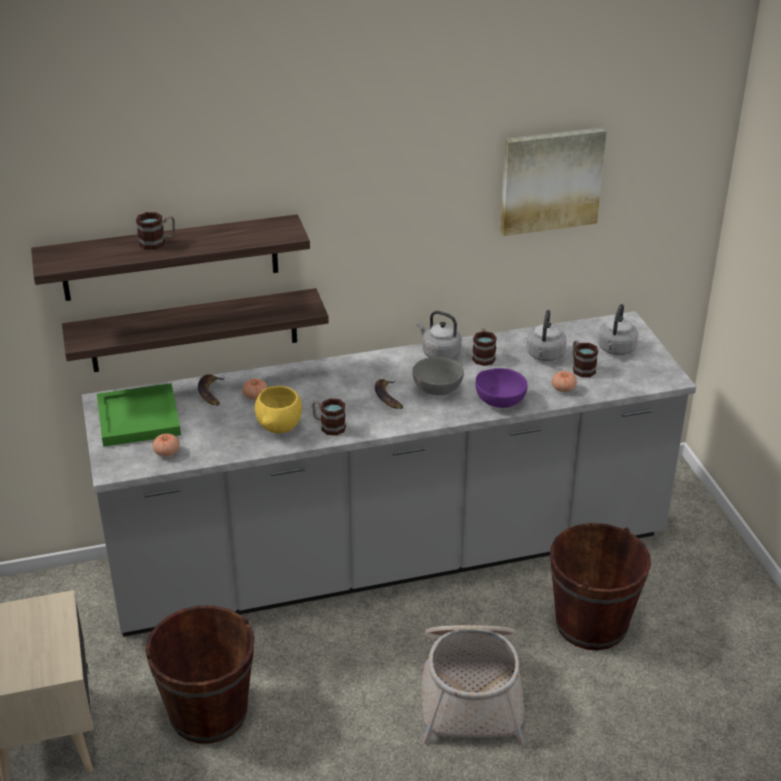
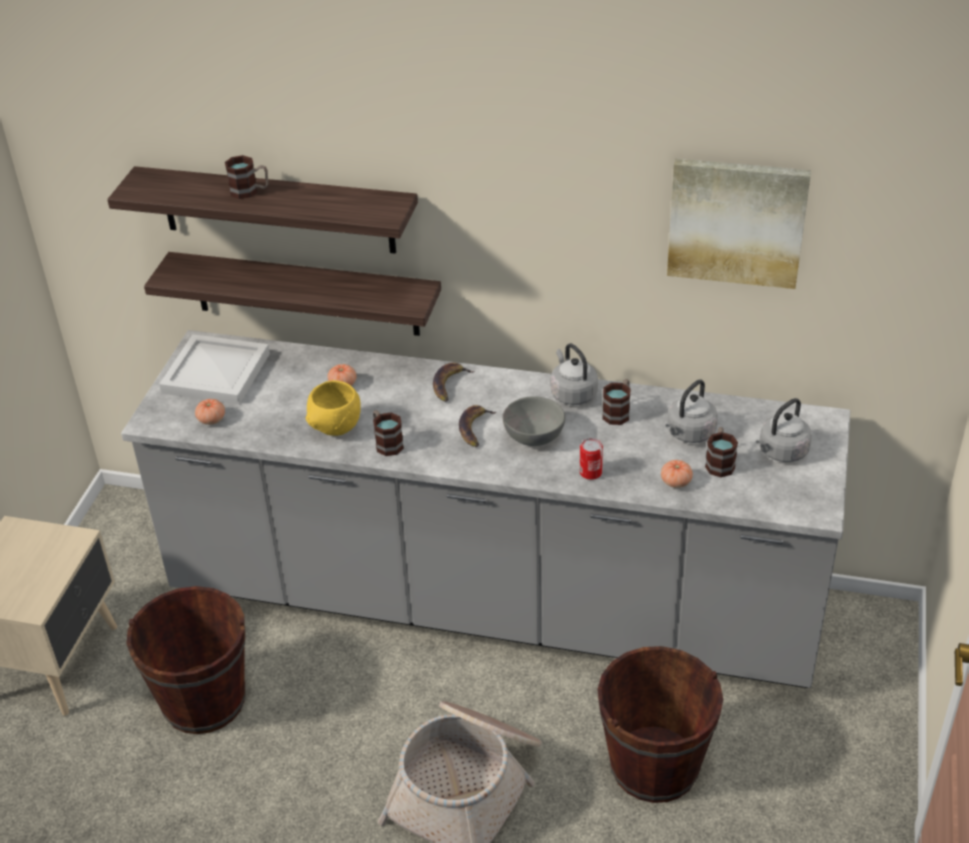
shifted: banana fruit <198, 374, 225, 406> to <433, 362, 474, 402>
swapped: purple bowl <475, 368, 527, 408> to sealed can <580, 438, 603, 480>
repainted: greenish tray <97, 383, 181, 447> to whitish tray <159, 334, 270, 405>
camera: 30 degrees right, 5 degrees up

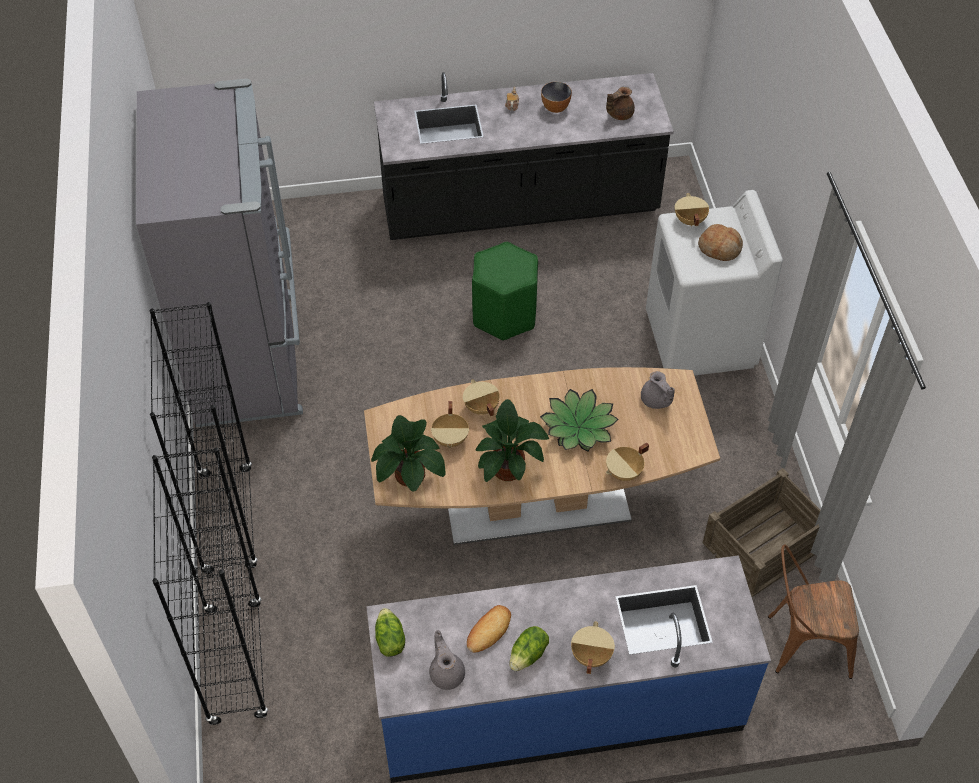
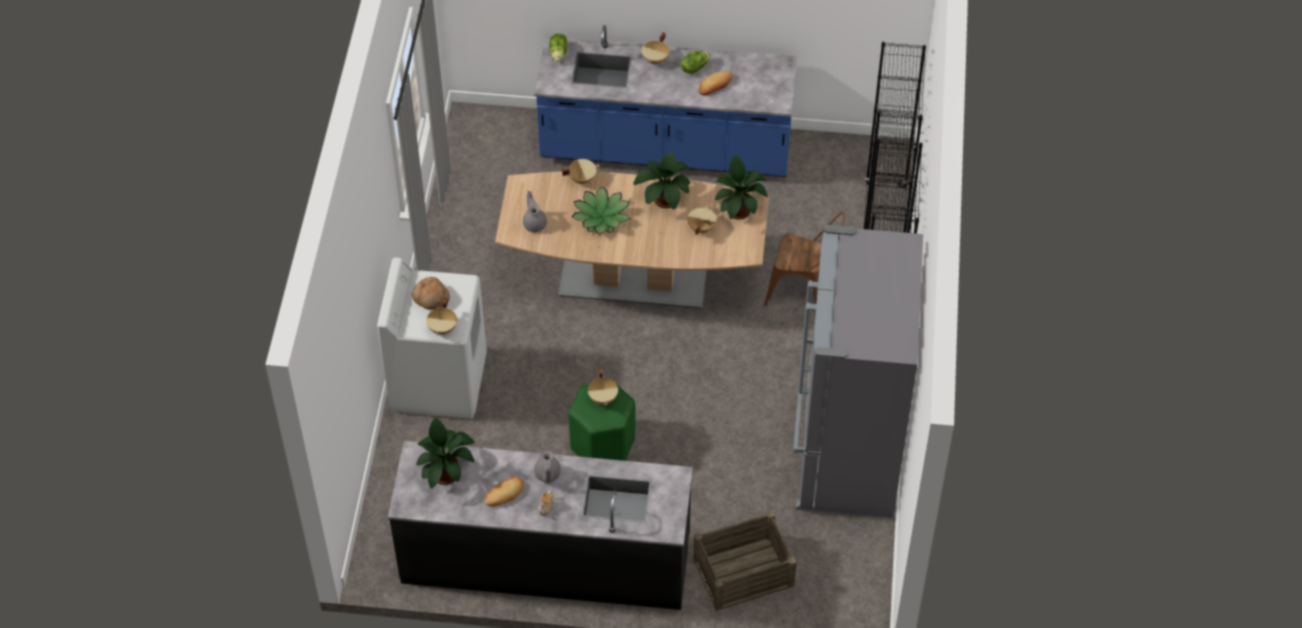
shifted: lettuce <375, 608, 405, 657> to <549, 33, 568, 62>; grey teapot <429, 630, 465, 690> to <534, 450, 561, 483>; beige-coloured cooking pot <463, 379, 500, 417> to <588, 368, 618, 405>; crate <703, 468, 820, 597> to <693, 510, 796, 611>; brown plain chair <768, 545, 859, 679> to <764, 212, 845, 306>
swapped: bowl <541, 82, 572, 113> to bakery bread <484, 477, 524, 506>; brown teapot <606, 87, 635, 120> to plant in a pot <416, 418, 475, 489>
camera: 165 degrees left, 0 degrees up

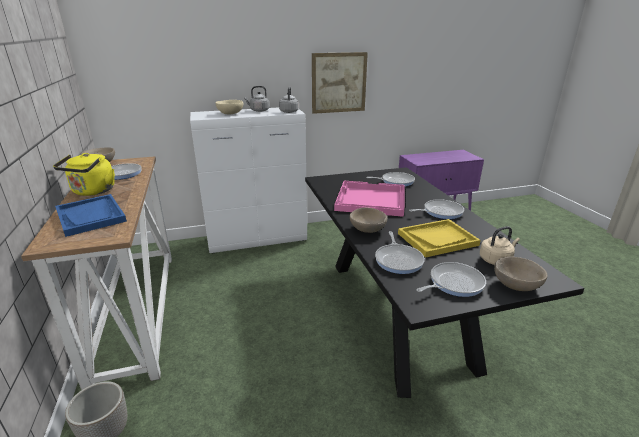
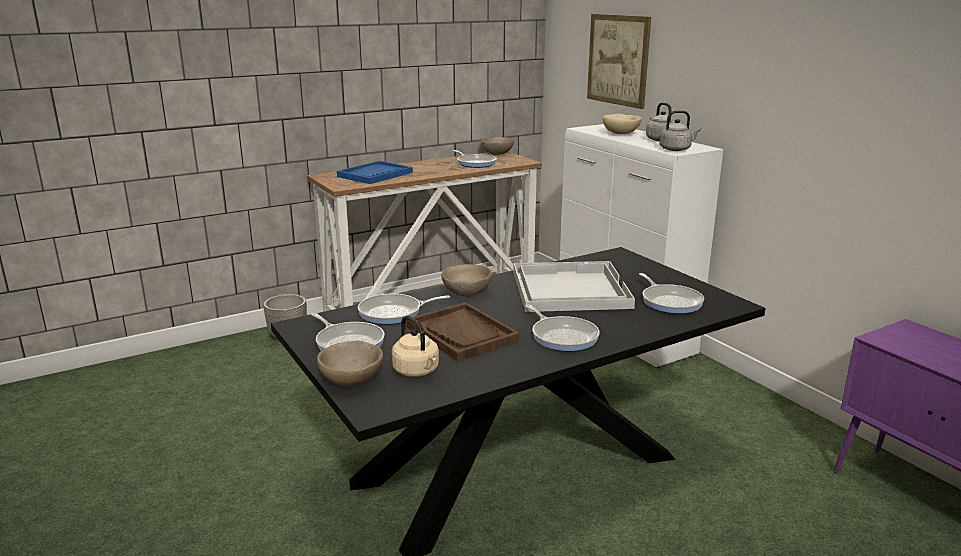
gone: yellow-coloured tea kettle <53, 153, 115, 196>
shifted: wall picture <312, 52, 368, 114> to <587, 14, 651, 109>
repainted: pink tray <334, 181, 405, 217> to whitish tray <513, 261, 635, 312>; yellow-coloured tray <398, 219, 481, 258> to brown tray <406, 302, 520, 362>
camera: 75 degrees right, 5 degrees down

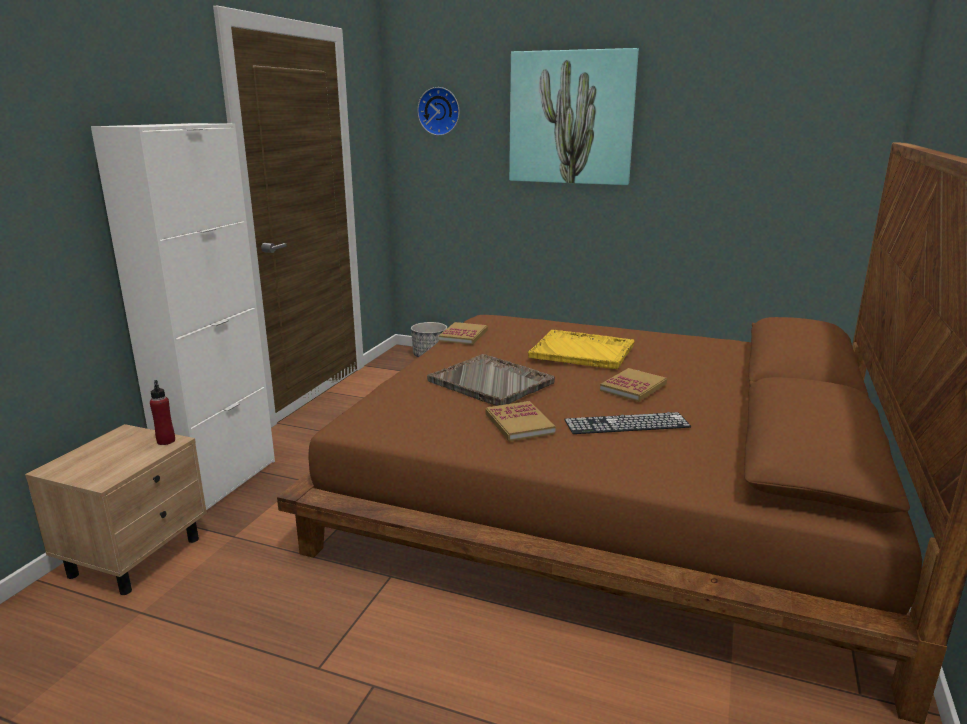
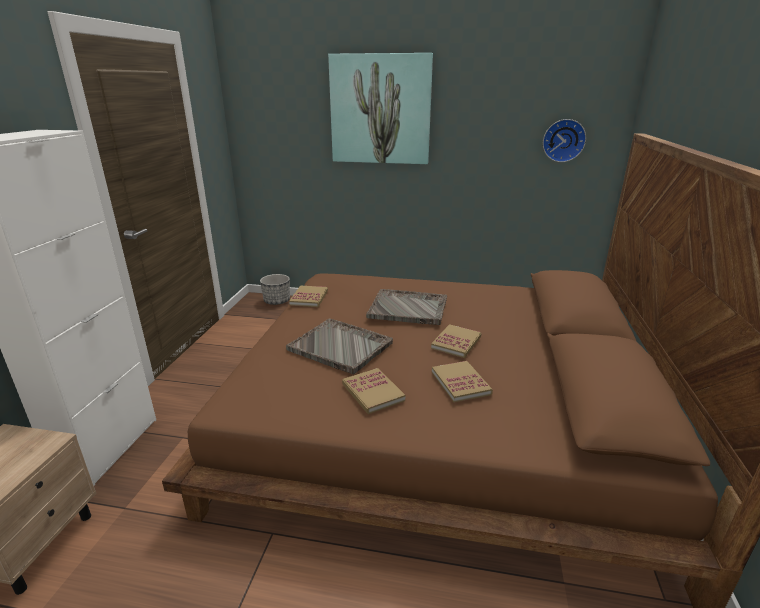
gone: red bottle <150, 380, 175, 445>
shifted: wall clock <417, 87, 460, 136> to <543, 119, 586, 162>
swapped: keyboard <564, 412, 691, 434> to book <432, 361, 493, 403>
repainted: yellow-coloured tray <528, 330, 635, 369> to grey tray <366, 289, 447, 325>
camera: 10 degrees left, 5 degrees up

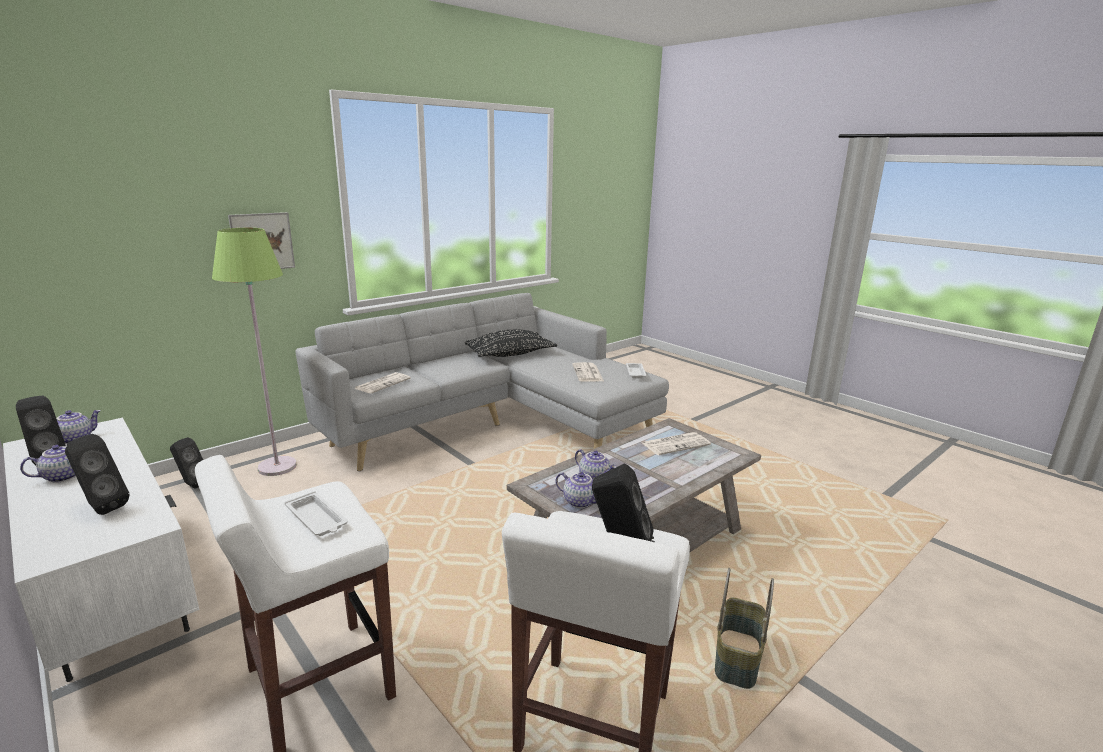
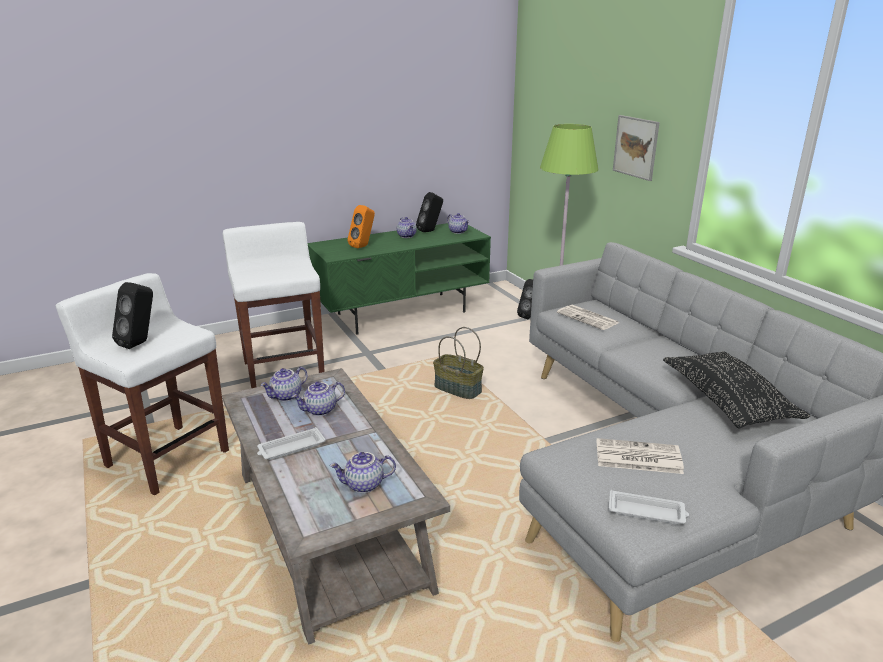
shifted: whitish tray <285, 491, 348, 536> to <257, 427, 326, 460>; storage basket <715, 568, 774, 689> to <433, 327, 484, 399>
swapped: newspaper <642, 432, 711, 455> to teapot <330, 452, 396, 493>
repainted: whitish tv stand <3, 418, 199, 682> to greenish tv stand <308, 223, 491, 334>; black audio speaker <65, 434, 129, 515> to orange-coloured audio speaker <348, 205, 375, 248>
camera: 105 degrees right, 5 degrees up

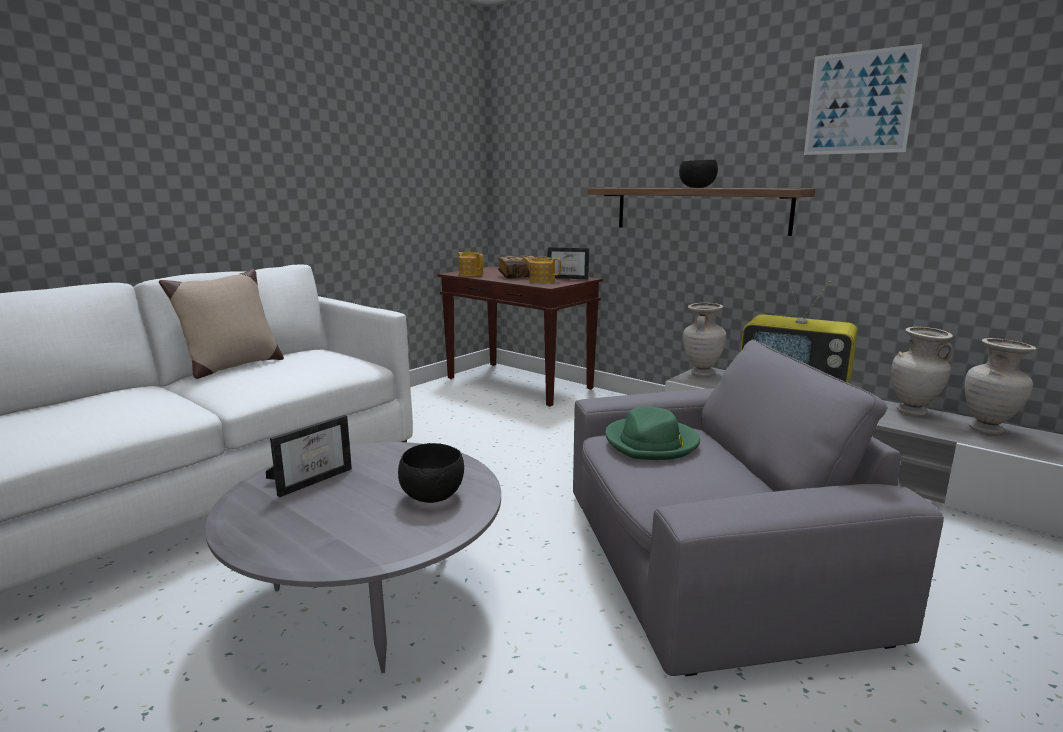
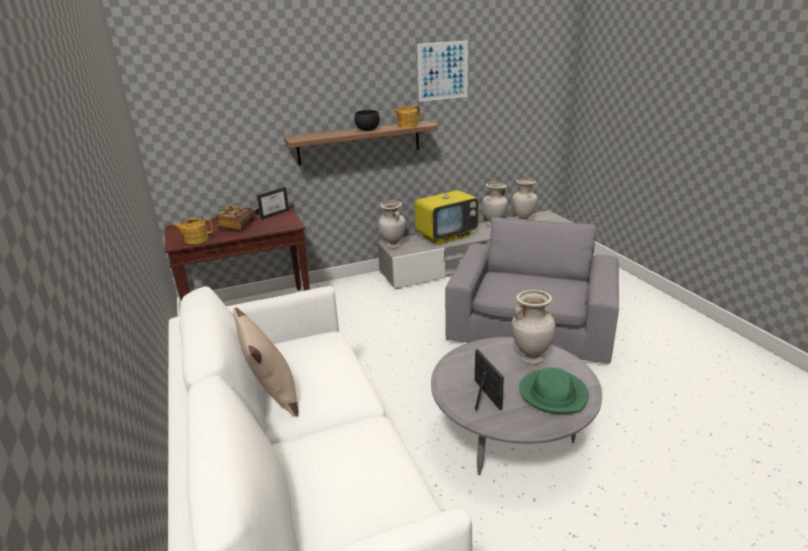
shifted: teapot <522, 257, 561, 283> to <394, 105, 420, 128>; greenish clothing hat <605, 406, 700, 460> to <519, 368, 589, 414>
swapped: black bowl <398, 443, 464, 503> to beige-coloured vase <512, 290, 555, 364>
camera: 60 degrees left, 10 degrees up

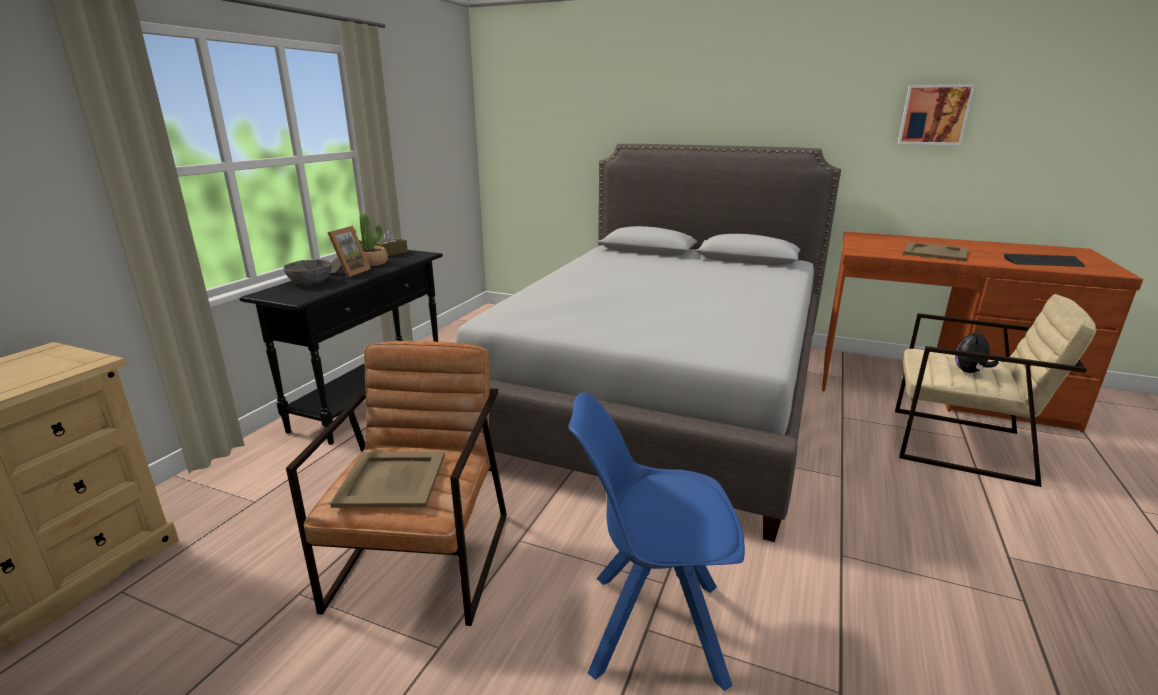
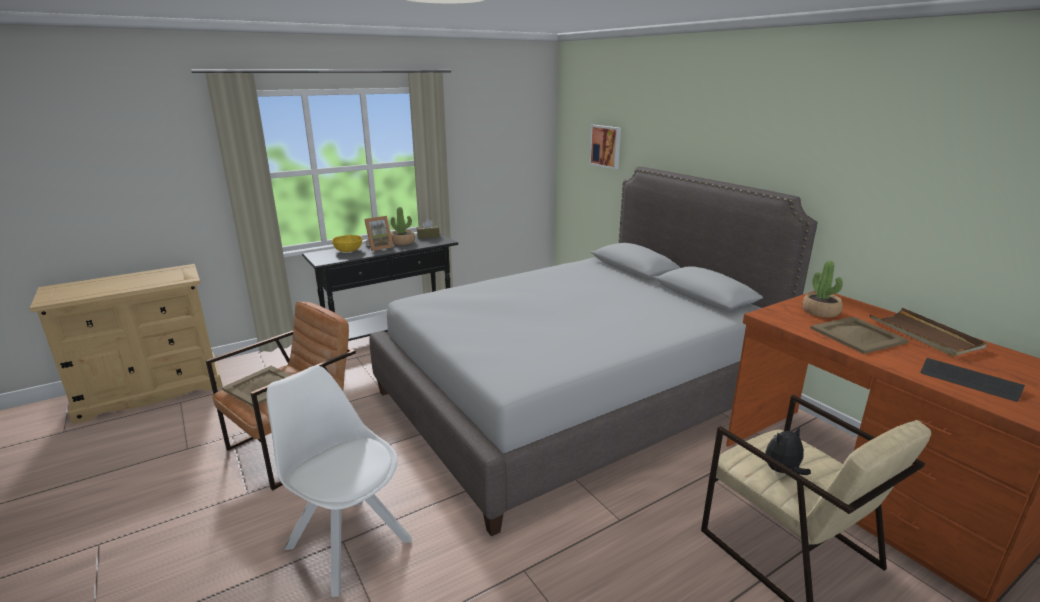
new: plant in a pot <802, 261, 843, 318>; brown tray <870, 308, 987, 356>
shifted: wall picture <898, 84, 975, 145> to <589, 125, 621, 169>
repainted: grey bowl <283, 259, 332, 285> to yellow-coloured bowl <332, 235, 363, 252>; blue-coloured plain chair <568, 393, 745, 691> to whitish plain chair <267, 366, 412, 597>
camera: 35 degrees right, 0 degrees up

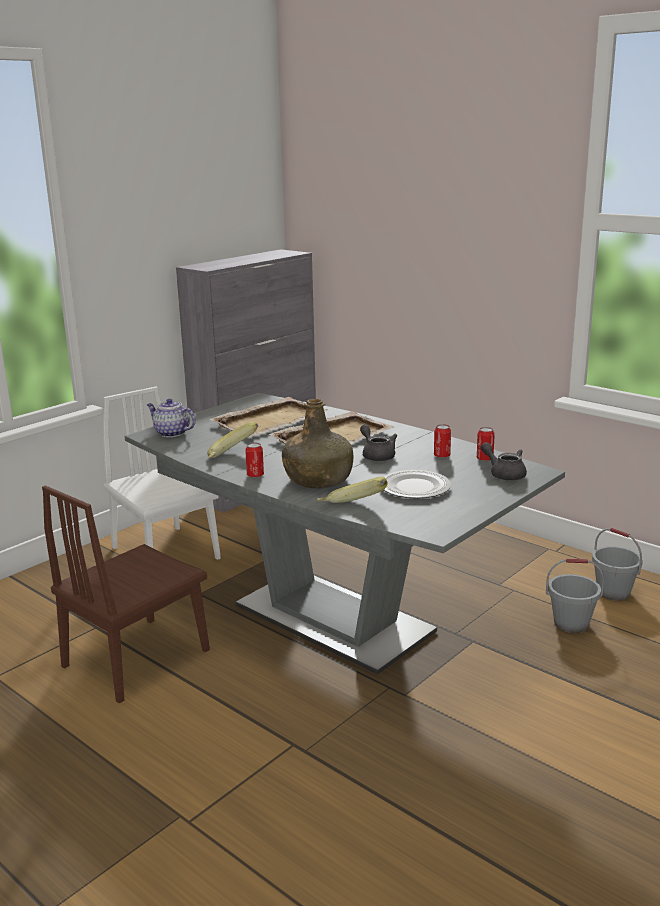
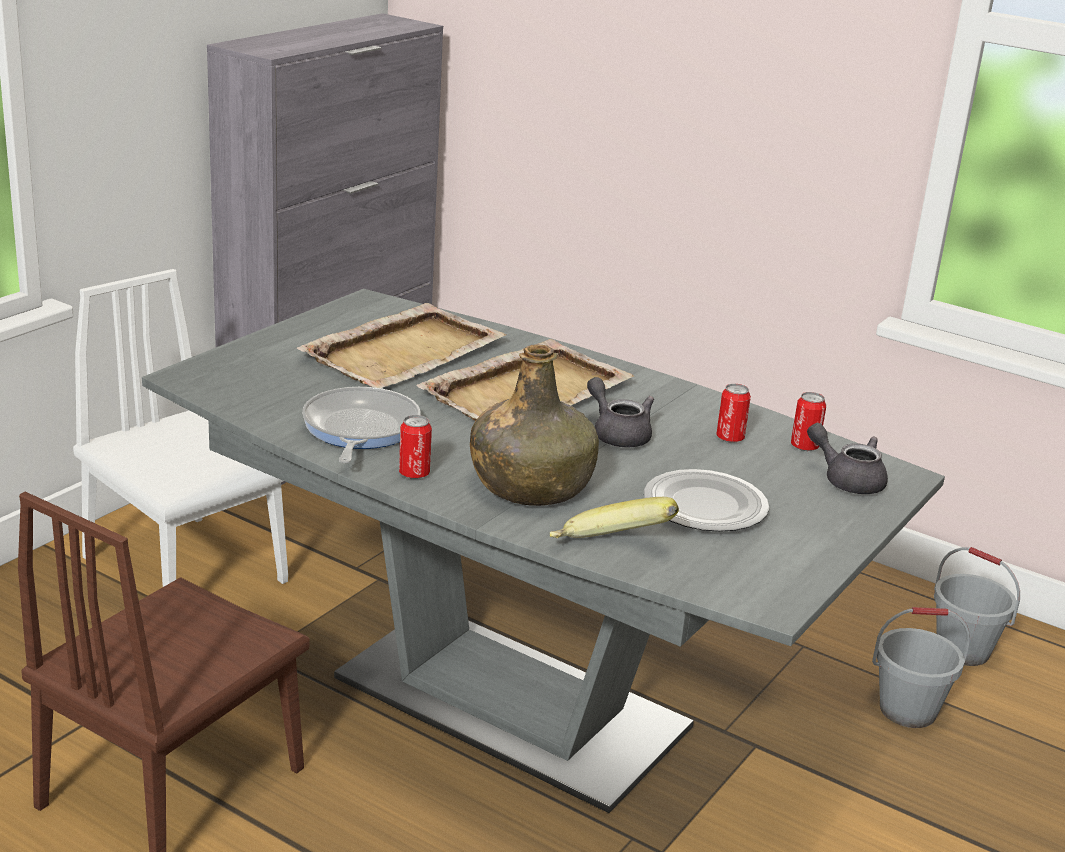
gone: teapot <146, 399, 195, 437>
swapped: banana fruit <207, 422, 258, 458> to pan <302, 387, 421, 463>
camera: 10 degrees left, 5 degrees up

